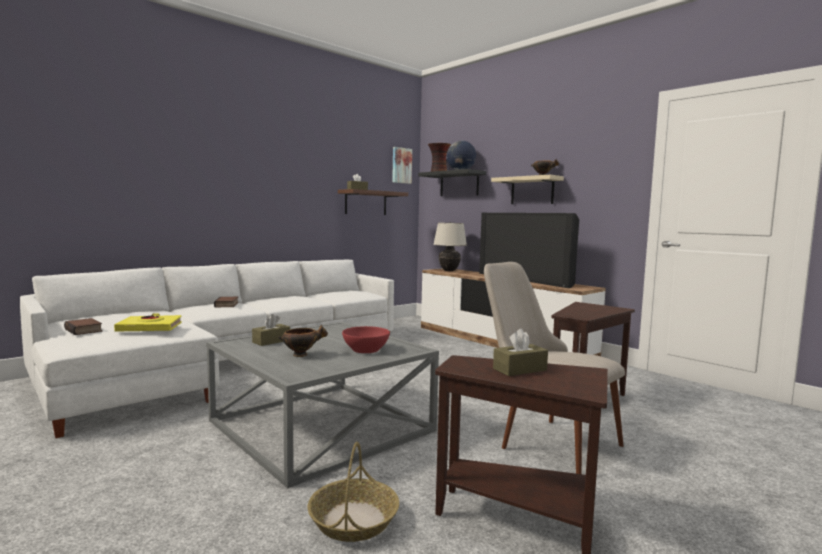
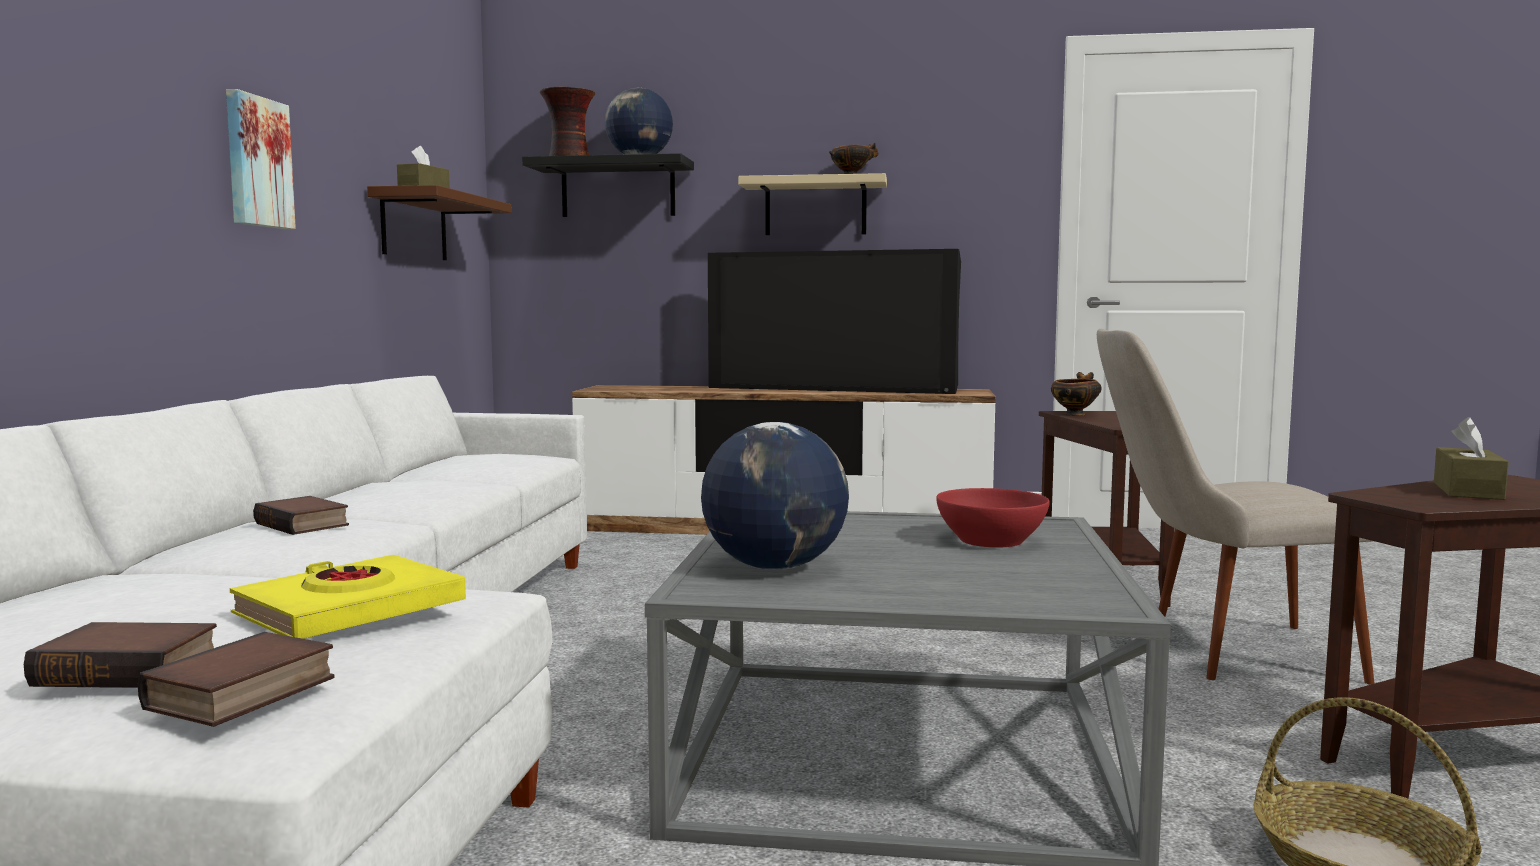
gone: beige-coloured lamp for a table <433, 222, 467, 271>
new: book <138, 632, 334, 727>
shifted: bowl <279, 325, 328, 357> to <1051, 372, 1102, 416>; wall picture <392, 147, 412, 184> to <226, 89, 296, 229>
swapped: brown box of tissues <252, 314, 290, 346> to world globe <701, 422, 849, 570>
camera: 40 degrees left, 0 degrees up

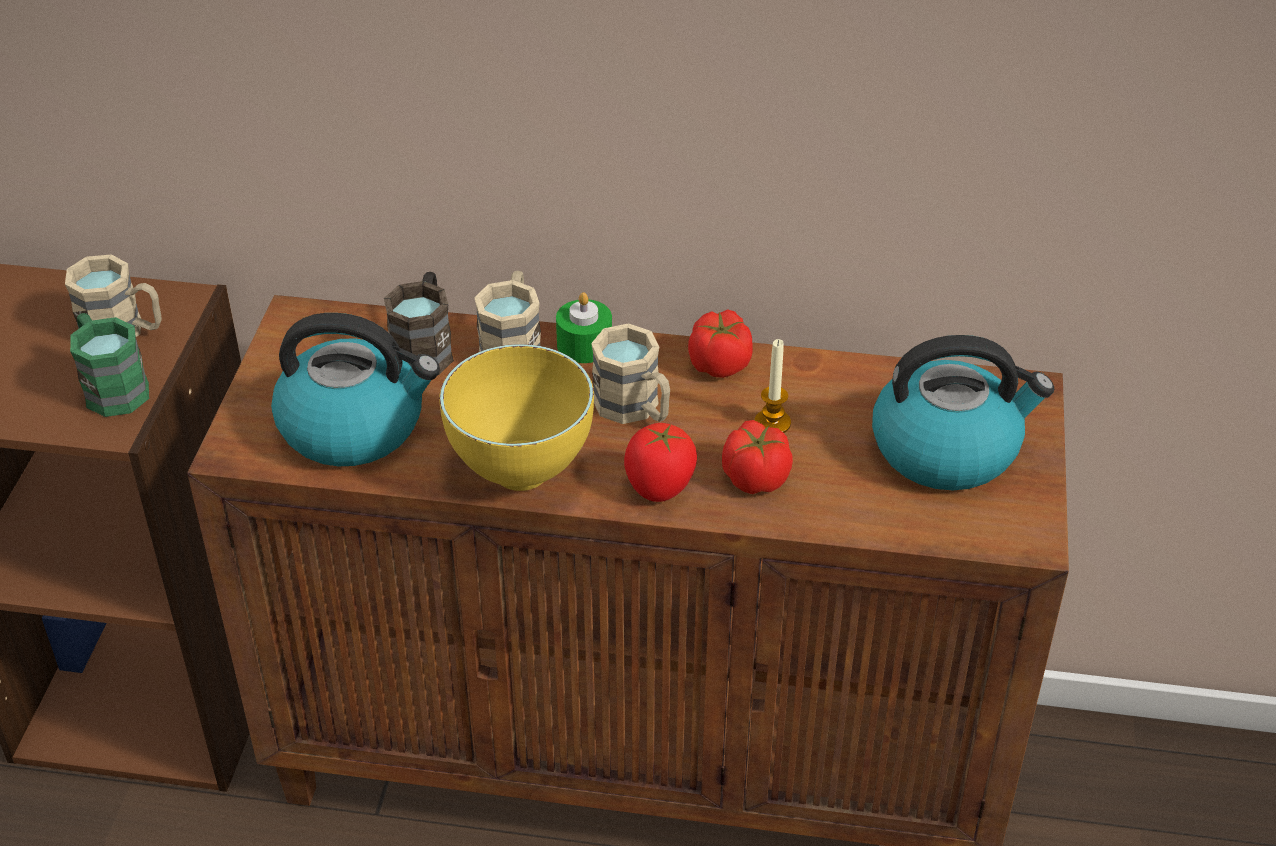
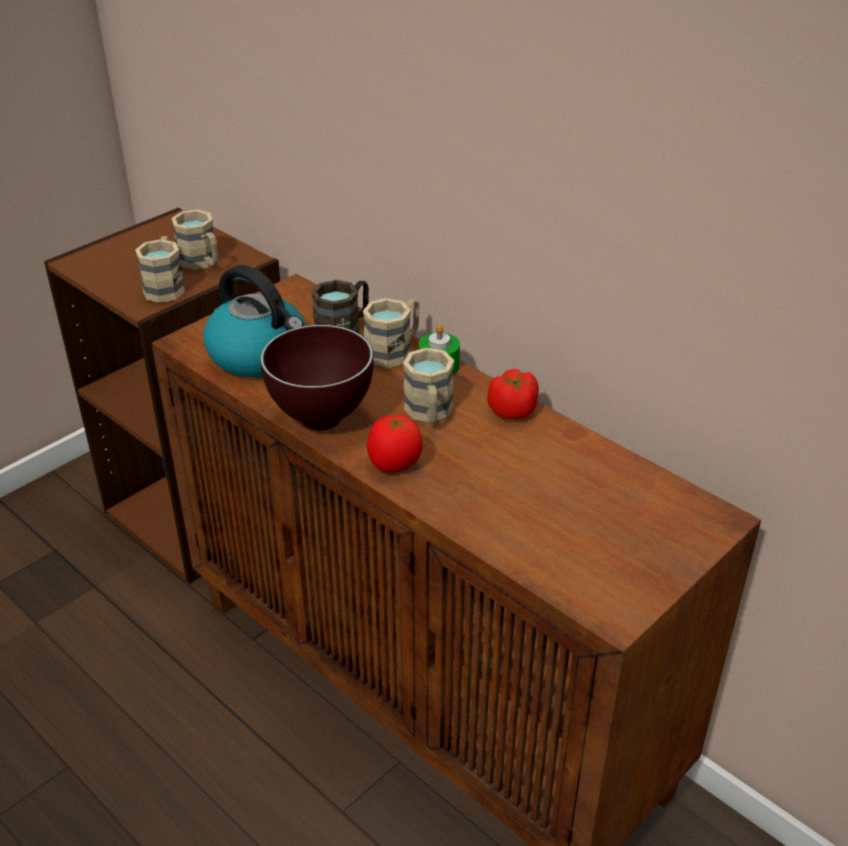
gone: whole tomato <722, 420, 793, 494>; wax candle <755, 339, 791, 433>; tea kettle <872, 335, 1054, 490>
repainted: greenish coffee mug <70, 313, 149, 417> to beige-coloured coffee mug <135, 236, 185, 303>; yellow-coloured bowl <439, 344, 594, 491> to brown bowl <260, 325, 373, 430>
camera: 35 degrees right, 5 degrees down

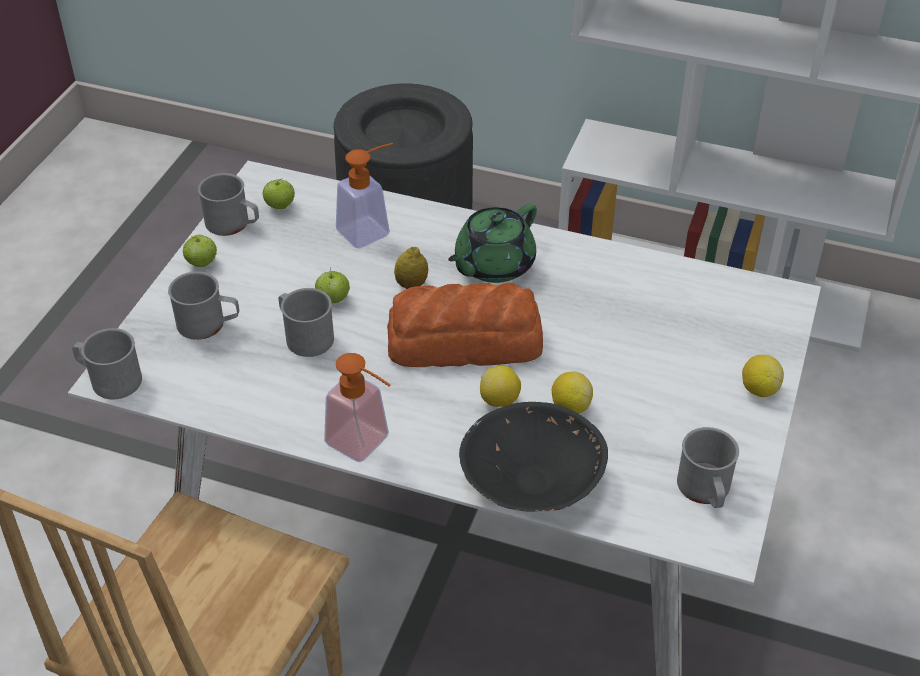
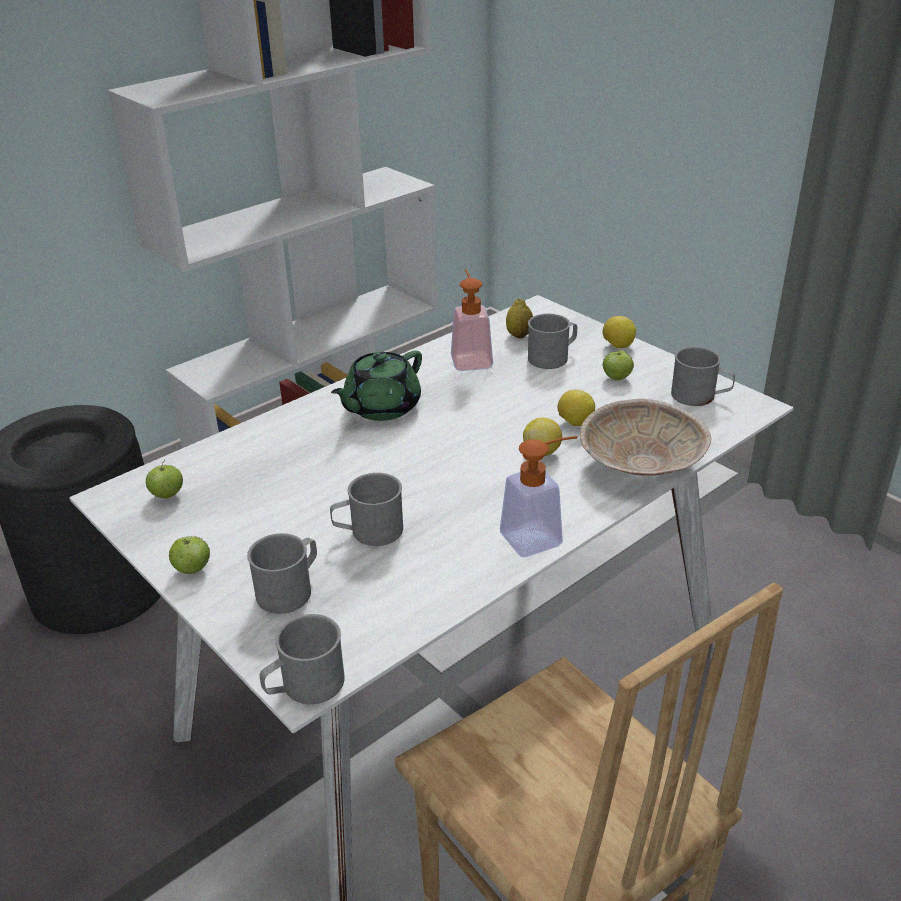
gone: bakery bread <387, 282, 543, 367>
shifted: grey coffee mug <198, 173, 259, 236> to <528, 314, 577, 369>; apple <315, 267, 349, 303> to <603, 348, 634, 381>; soap dispenser <336, 143, 393, 248> to <451, 269, 493, 371>; citrus fruit <394, 247, 428, 289> to <506, 299, 533, 338>
repainted: black bowl <459, 402, 608, 512> to beige-coloured bowl <580, 399, 711, 476>
rotated: greenish teapot <448, 204, 537, 283> = <331, 350, 422, 421> 60 degrees clockwise
camera: 60 degrees left, 10 degrees down

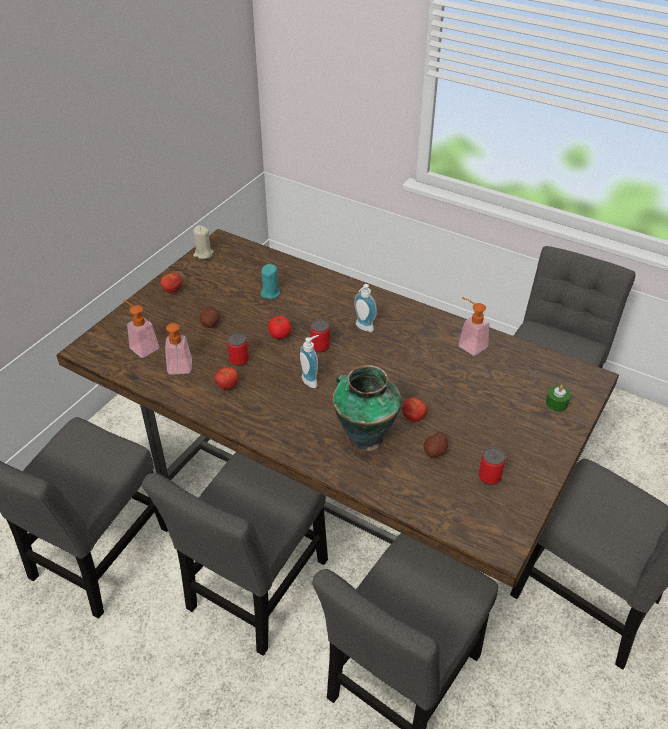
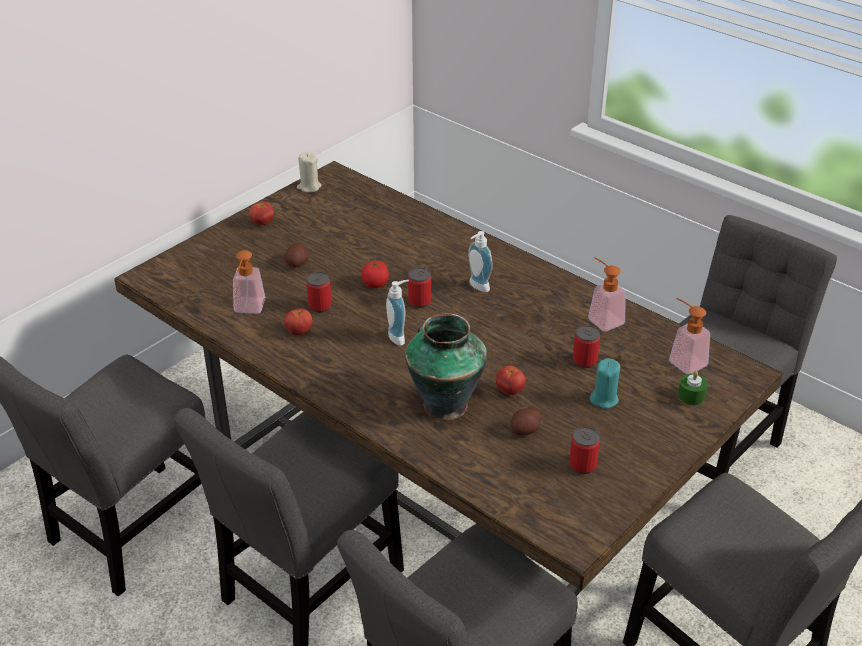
new: sealed can <573, 325, 600, 368>
shifted: soap dispenser <123, 300, 159, 358> to <669, 298, 710, 374>; turquoise-coloured wax candle <260, 264, 280, 299> to <590, 358, 620, 409>
camera: 10 degrees right, 5 degrees down

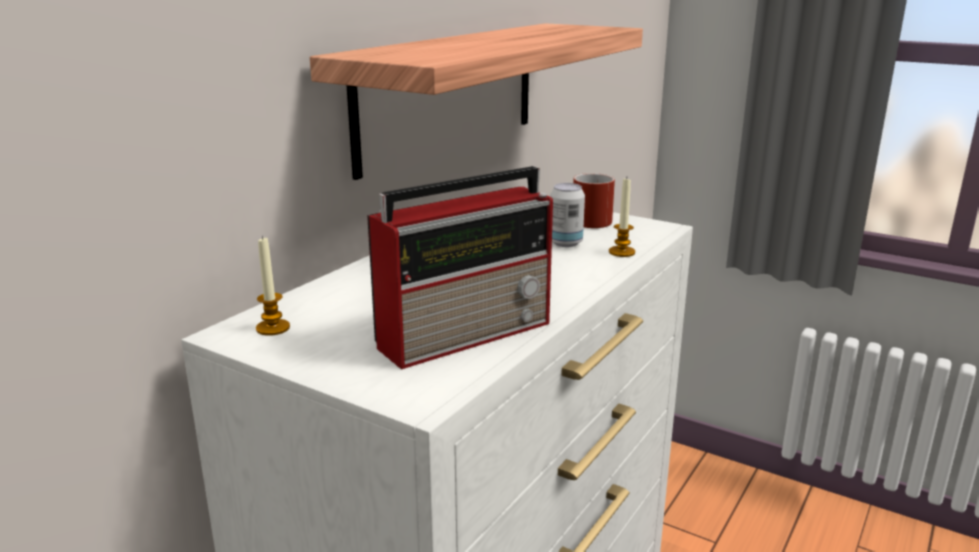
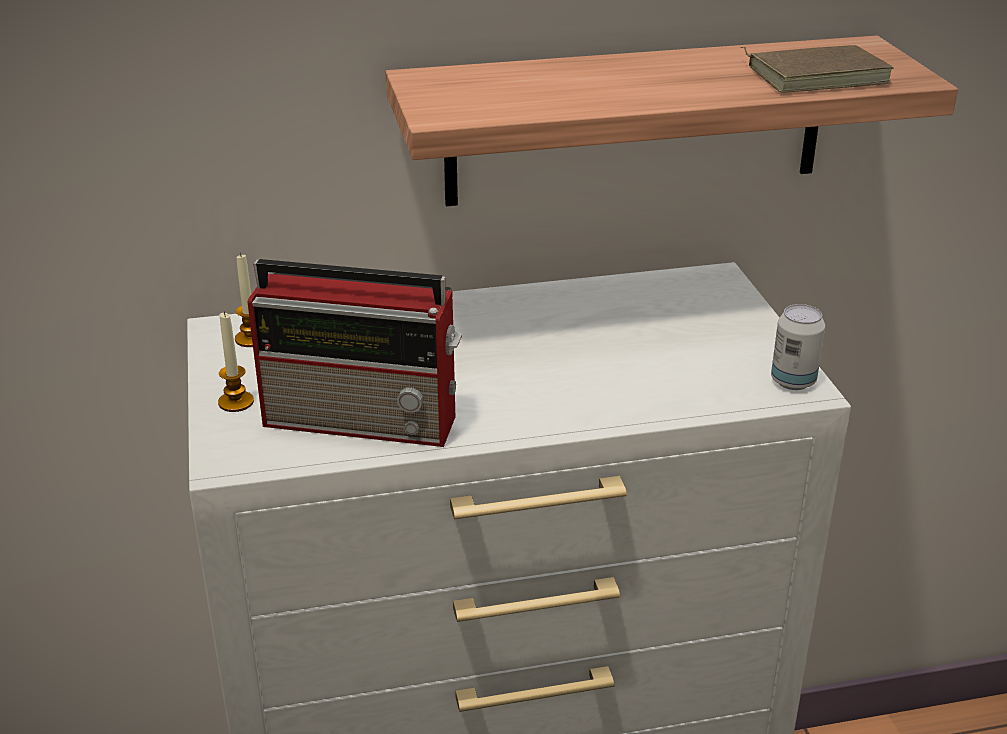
gone: red coffee mug <573, 173, 615, 228>
new: brown book <741, 45, 894, 93>
shifted: sealed can <550, 183, 585, 247> to <771, 304, 825, 390>; wax candle <609, 179, 635, 257> to <218, 312, 254, 412>
camera: 45 degrees right, 10 degrees up

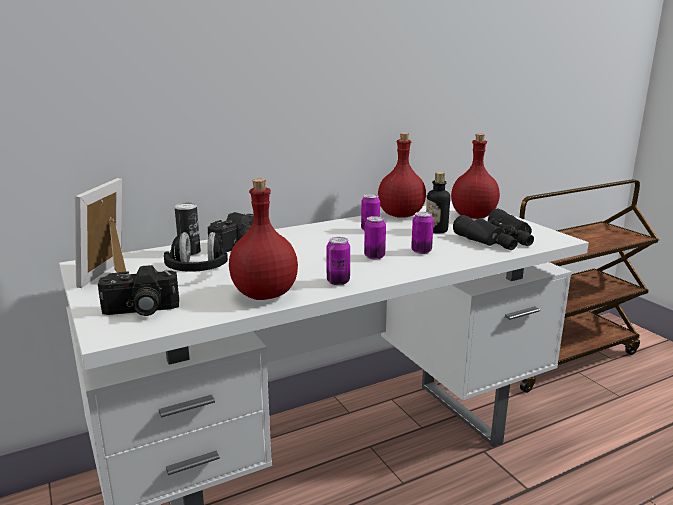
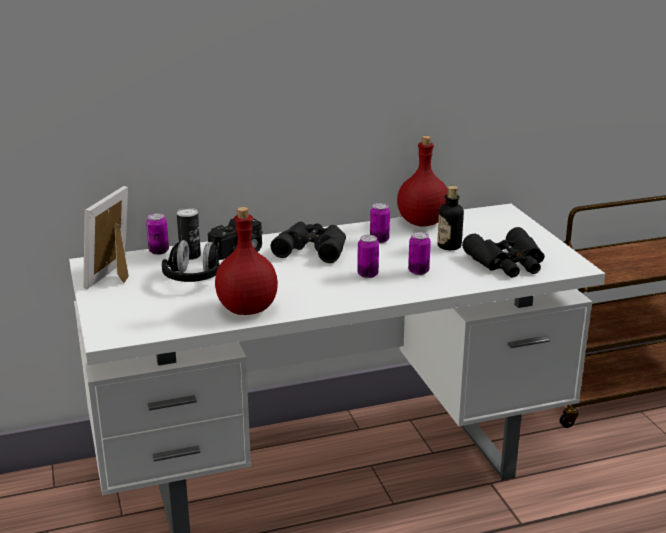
gone: still camera <98, 265, 179, 316>; red bottle <451, 134, 500, 219>
new: black field glasses <271, 222, 346, 263>
shifted: sealed can <326, 237, 350, 285> to <146, 213, 169, 255>
camera: 10 degrees right, 5 degrees up

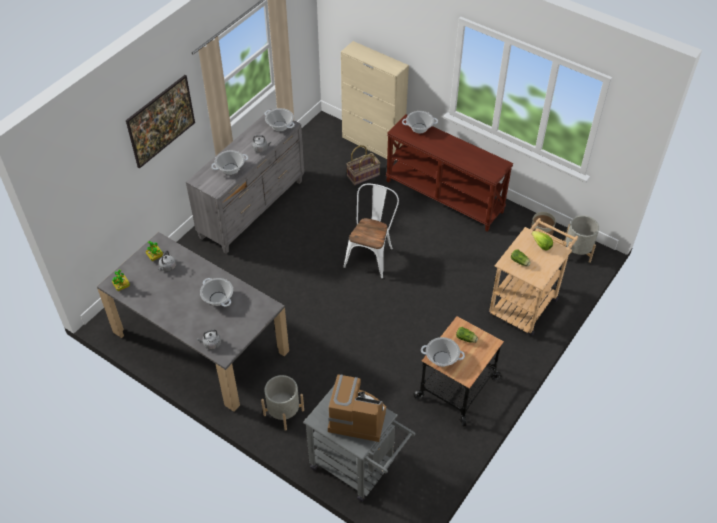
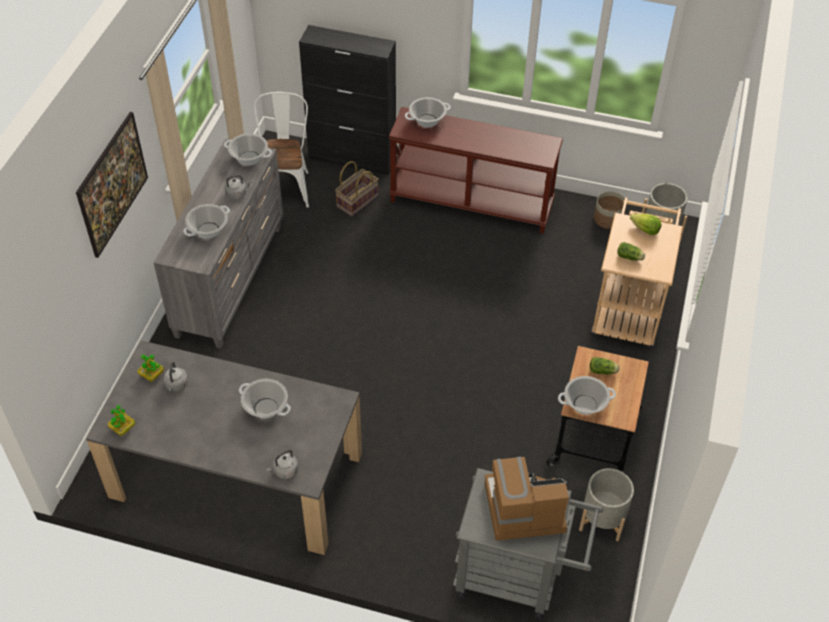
shifted: grey plant pot <261, 375, 304, 431> to <579, 468, 634, 541>; whitish plain chair <343, 184, 399, 279> to <254, 92, 309, 209>
repainted: beige-coloured cupboard <341, 41, 409, 160> to black cupboard <299, 25, 396, 175>
camera: 20 degrees left, 0 degrees up

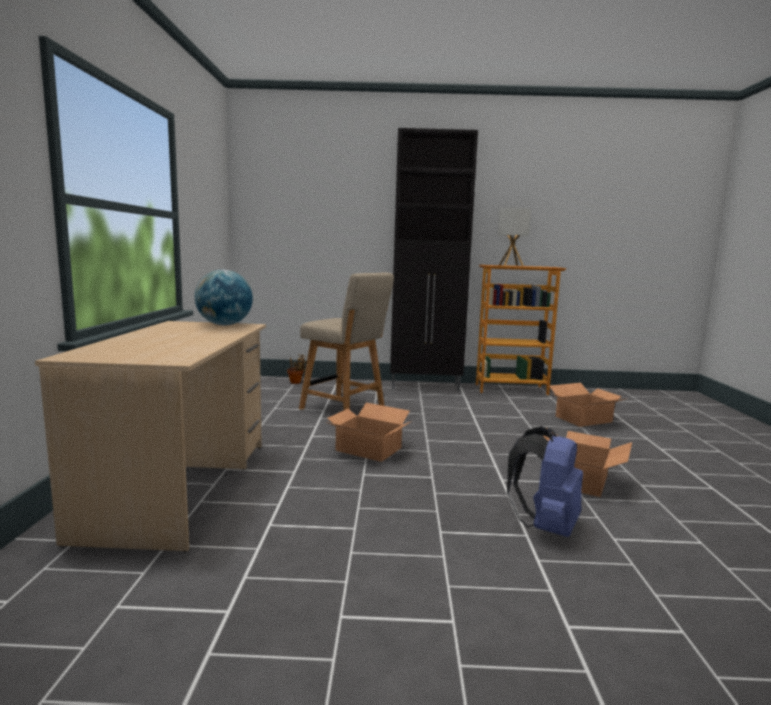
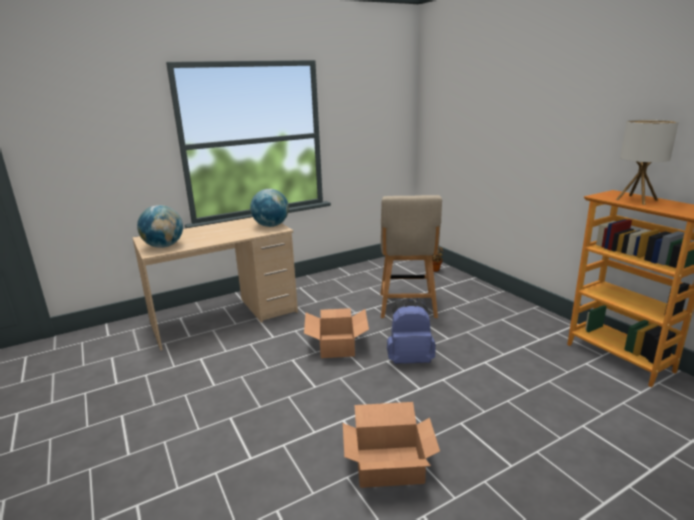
gone: black cupboard <390, 128, 478, 391>; carton <549, 383, 625, 427>
new: world globe <137, 205, 183, 248>
shifted: blue-coloured backpack <507, 426, 583, 537> to <387, 298, 436, 364>
camera: 60 degrees right, 10 degrees up

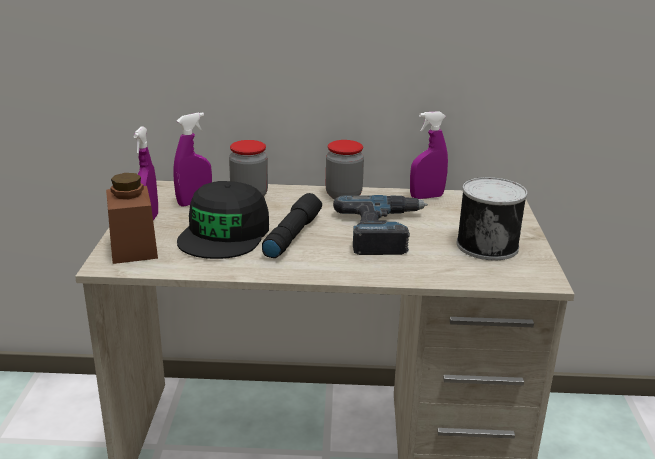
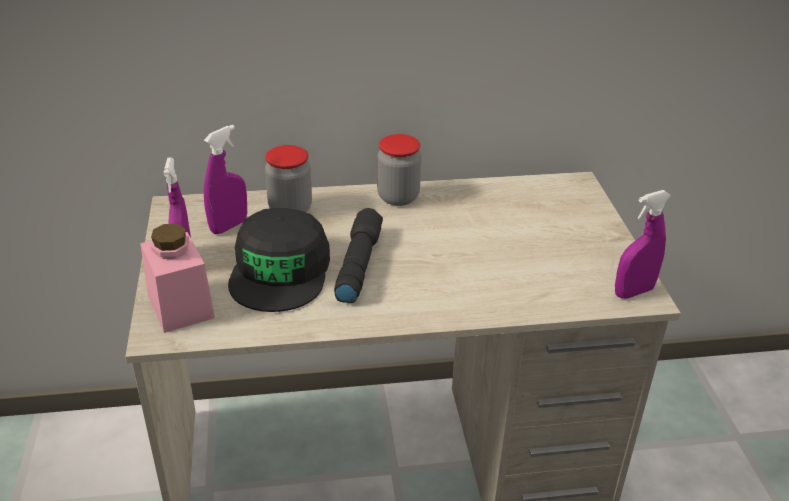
gone: power drill <333, 195, 428, 255>; sealed can <457, 177, 527, 260>
shifted: purple hand sprayer <410, 111, 448, 199> to <615, 190, 671, 299>
repainted: brown jar <106, 173, 158, 264> to pink jar <140, 224, 215, 333>
camera: 10 degrees left, 10 degrees up

